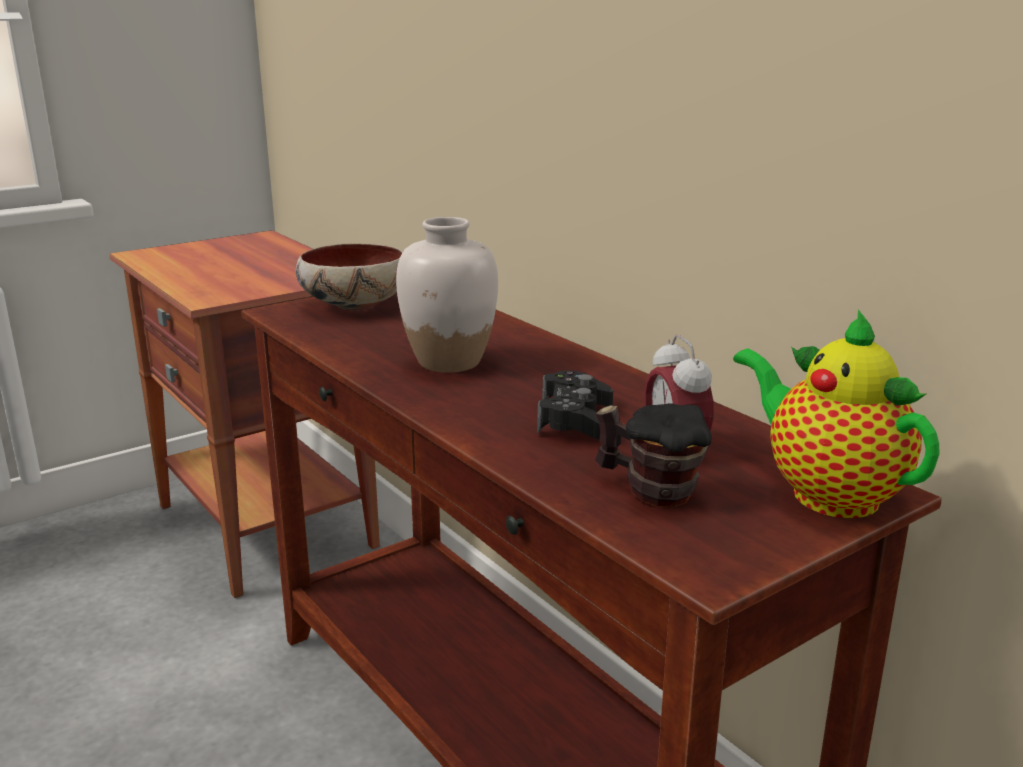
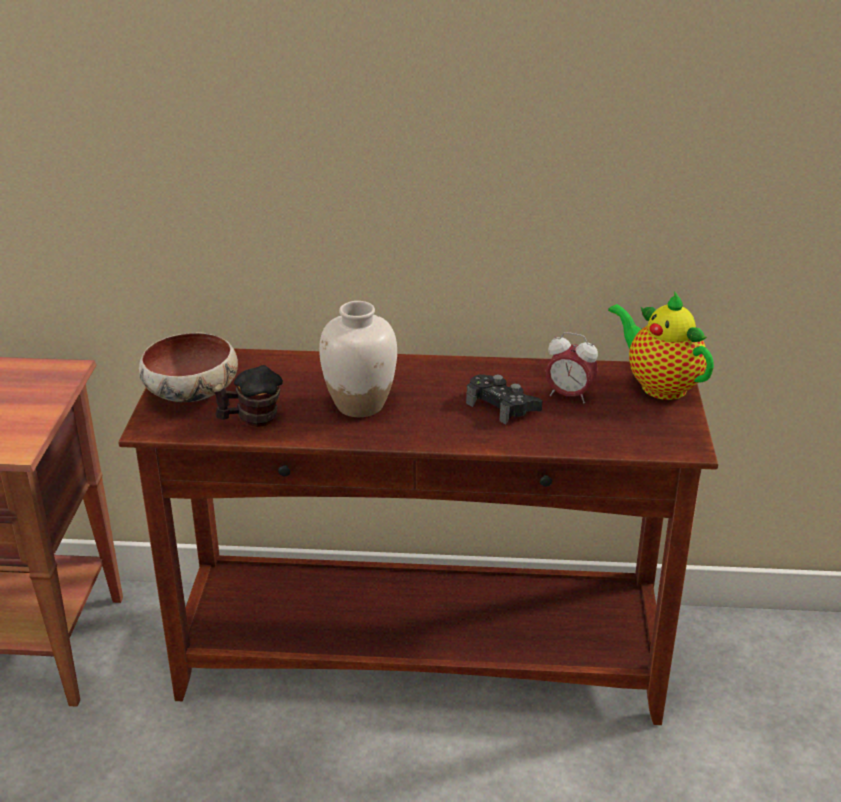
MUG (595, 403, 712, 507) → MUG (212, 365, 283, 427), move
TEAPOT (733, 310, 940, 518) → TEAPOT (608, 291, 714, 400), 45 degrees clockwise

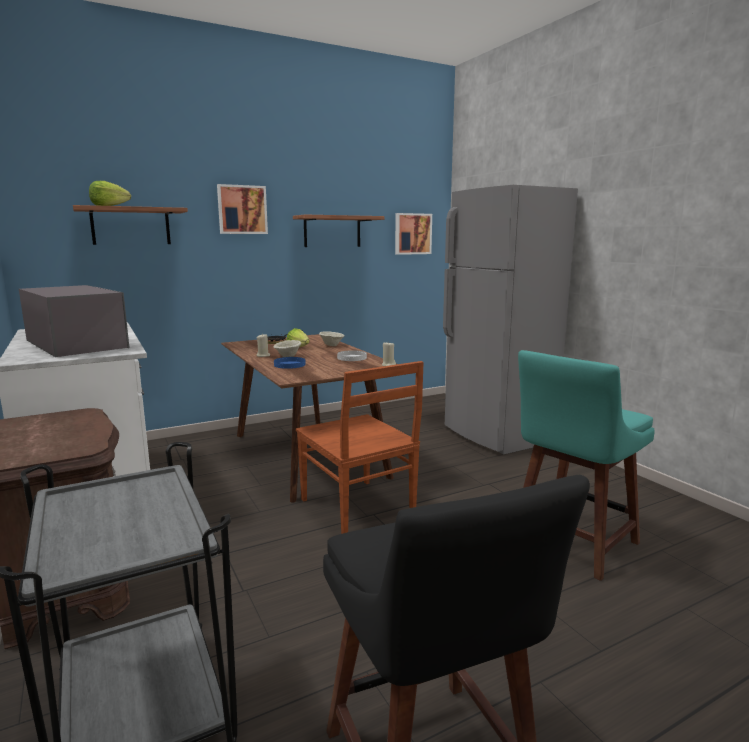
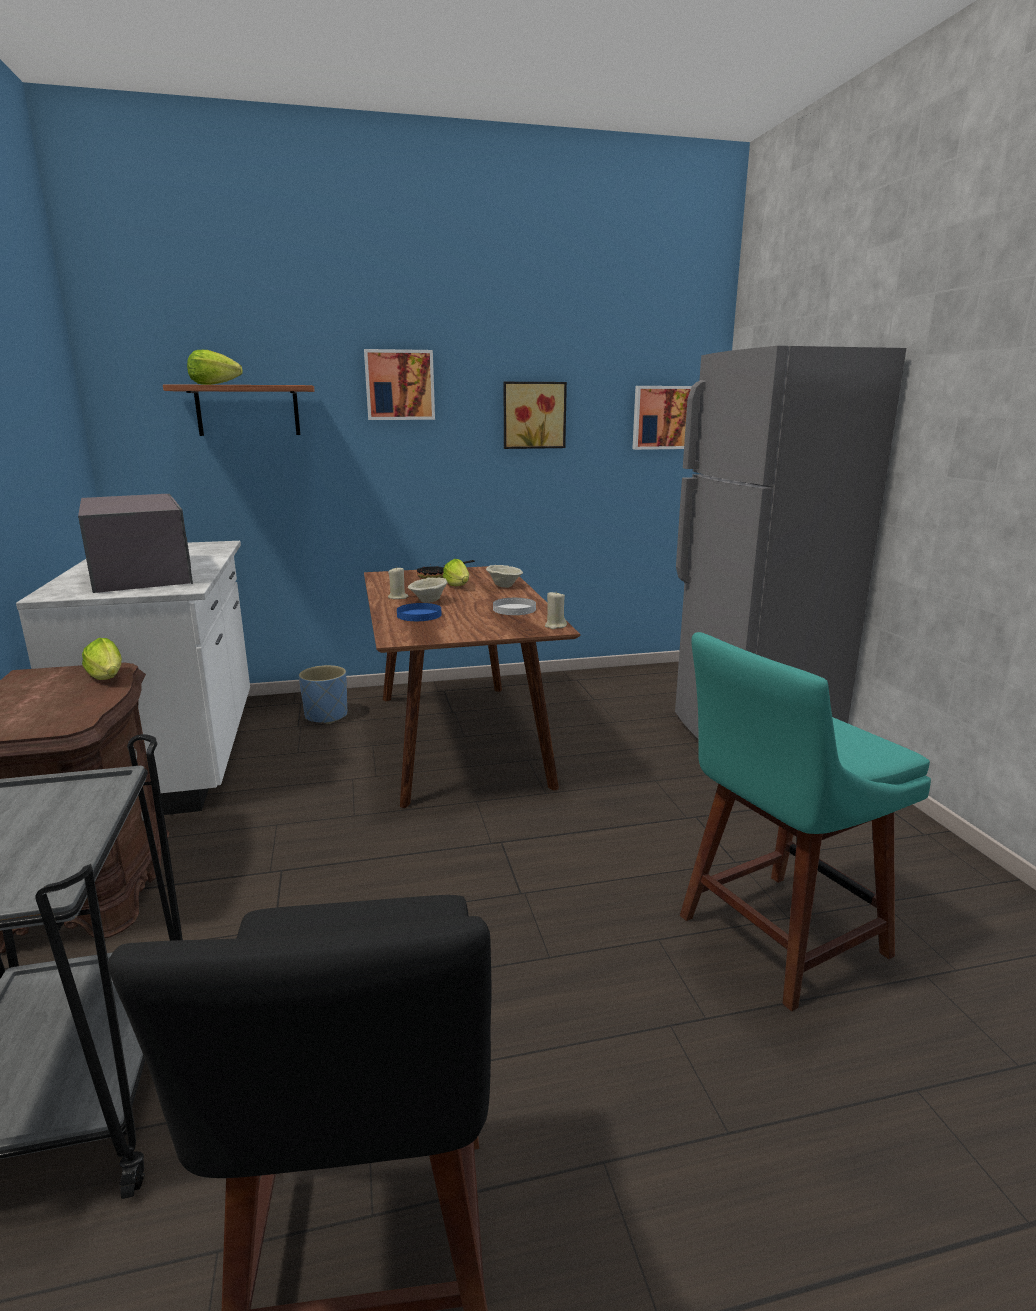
SHELF (293, 214, 384, 247) → PICTURE (503, 382, 567, 449)
BROWN CHAIR (296, 361, 424, 534) → -
- → LETTUCE (82, 638, 122, 680)
- → BLUE PLANTER (299, 665, 347, 724)

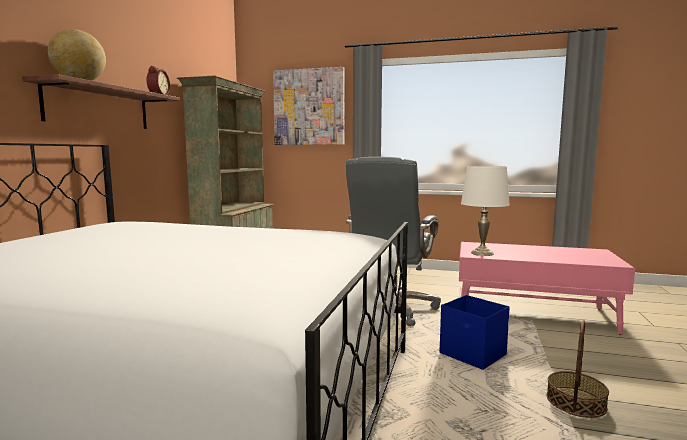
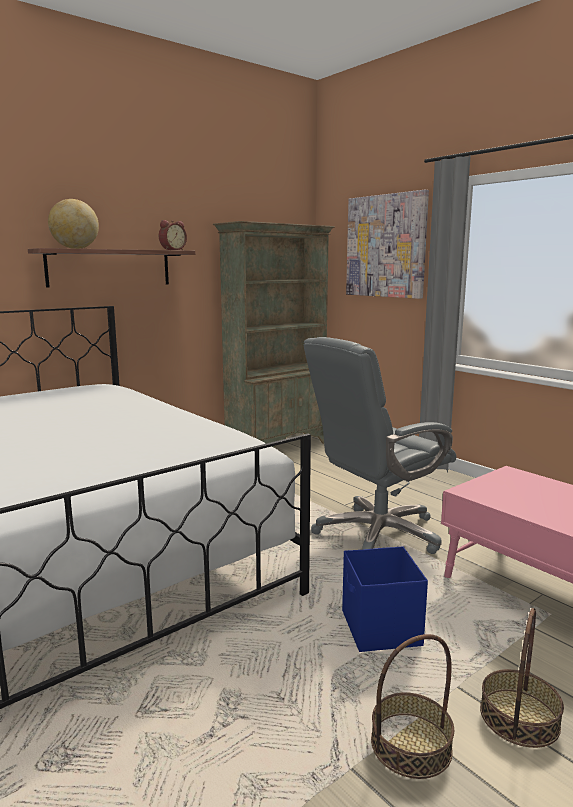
WHITE TABLE LAMP (461, 166, 510, 256) → -
- → BASKET (480, 608, 564, 748)

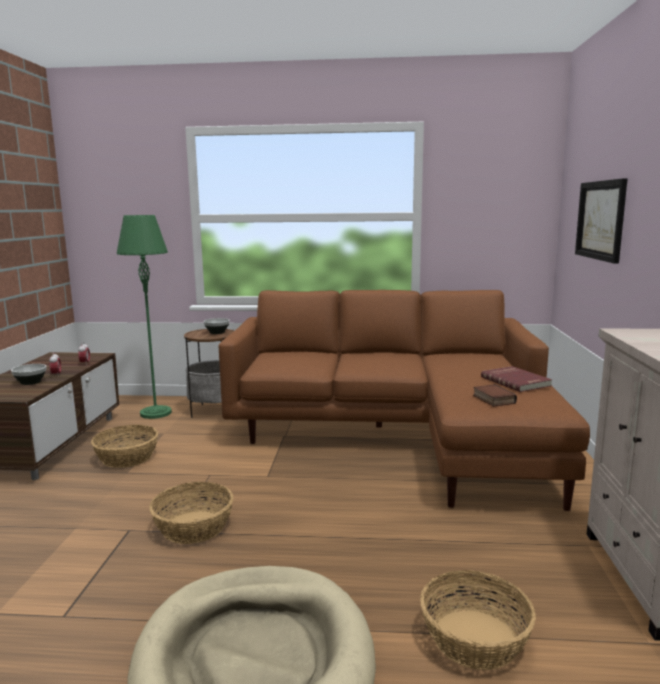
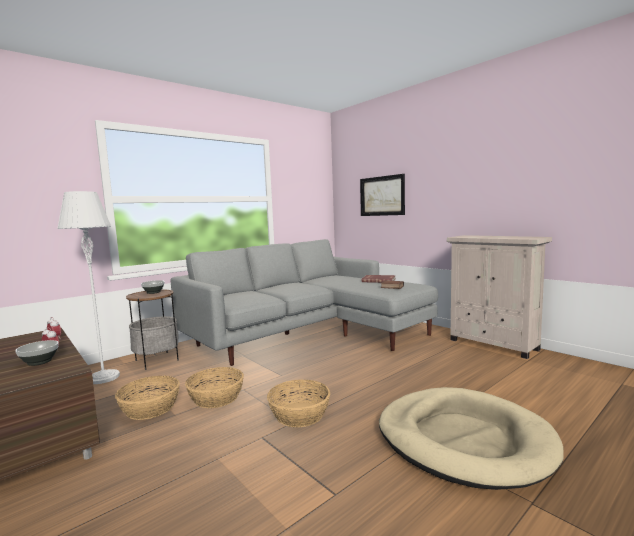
GREEN FLOOR LAMP (117, 215, 172, 419) → GREY FLOOR LAMP (58, 191, 120, 384)
BROWN SOFA (219, 290, 590, 511) → GREY SOFA (170, 239, 438, 366)
BASKET (420, 570, 536, 670) → BASKET (185, 367, 244, 408), move

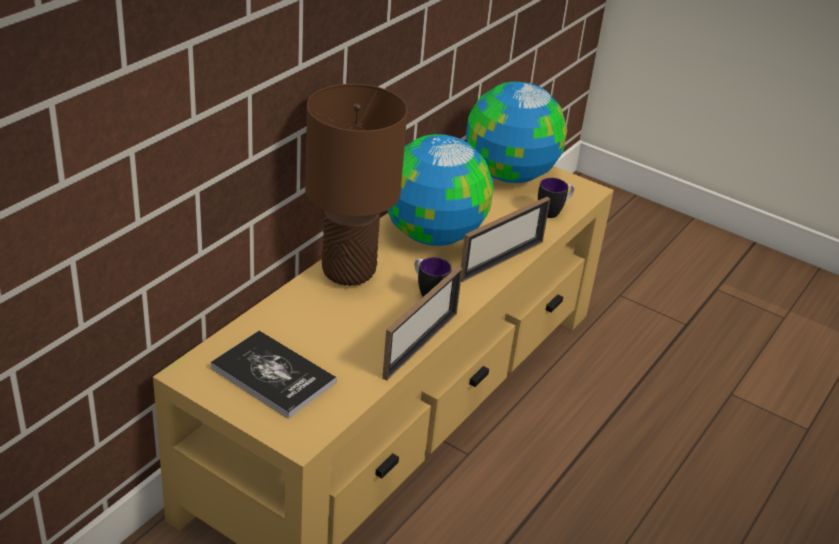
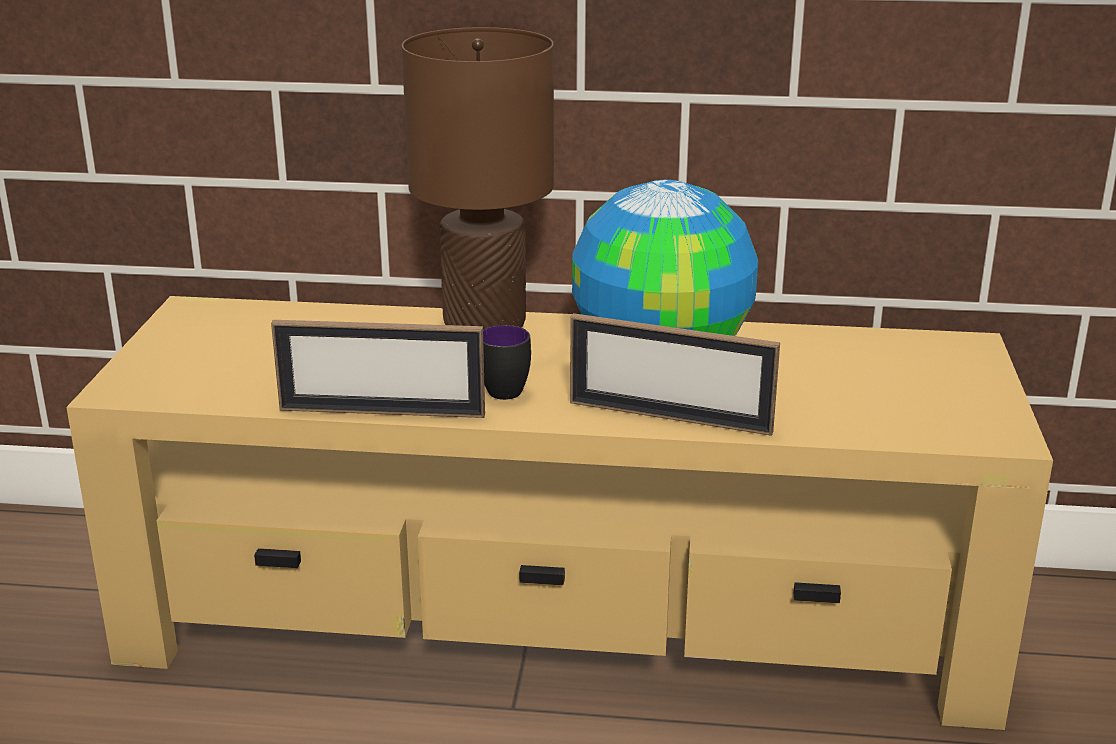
BOOK (210, 331, 337, 419) → -
GLOBE (466, 82, 567, 183) → -
MUG (538, 178, 574, 218) → -

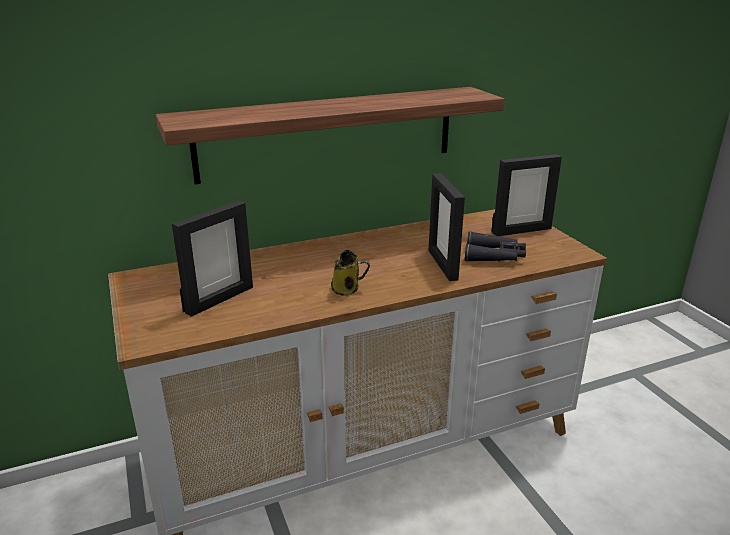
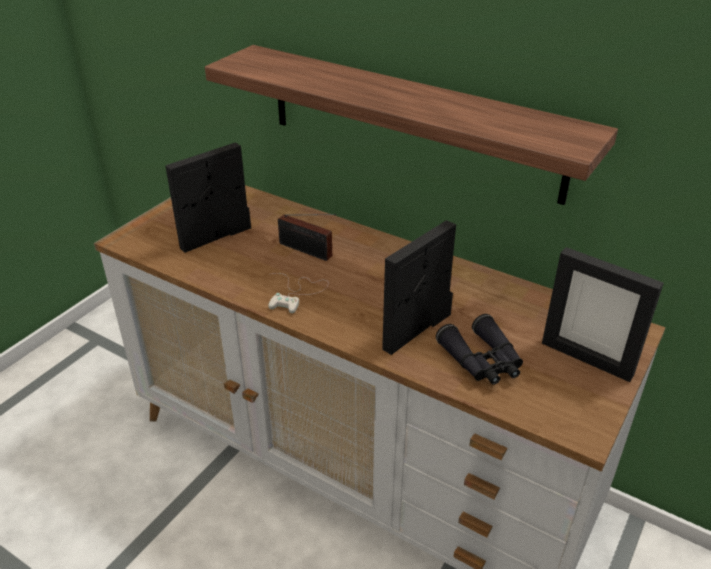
PICTURE FRAME (172, 201, 253, 317) → PICTURE FRAME (165, 142, 251, 253), 135 degrees clockwise
MUG (331, 250, 370, 295) → WHITE GAME CONTROLLER (268, 273, 329, 313)
- → RADIO (278, 214, 336, 261)

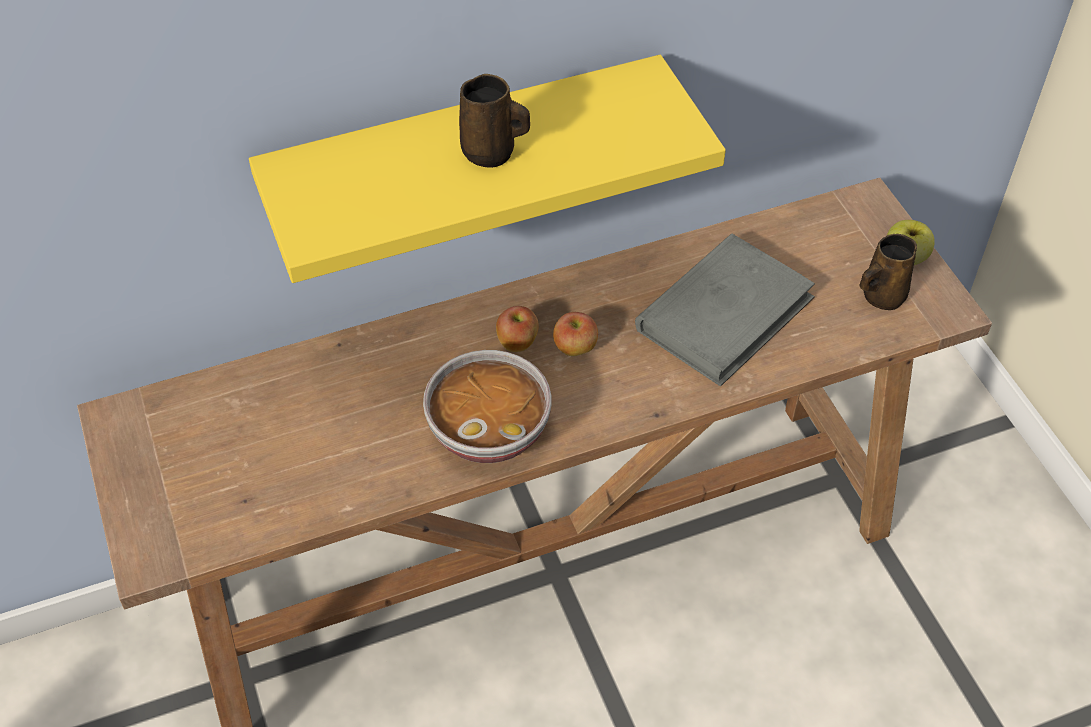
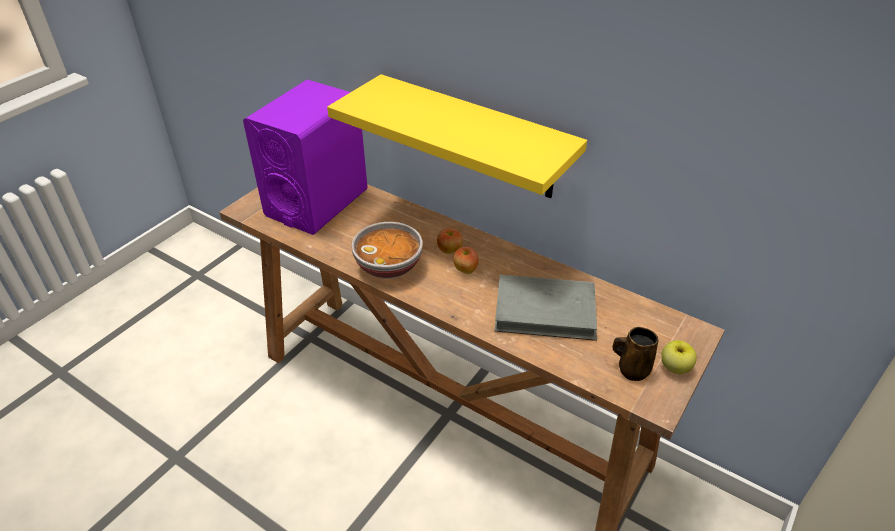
BROWN MUG (459, 74, 530, 168) → -
- → PURPLE SPEAKER (243, 80, 368, 235)

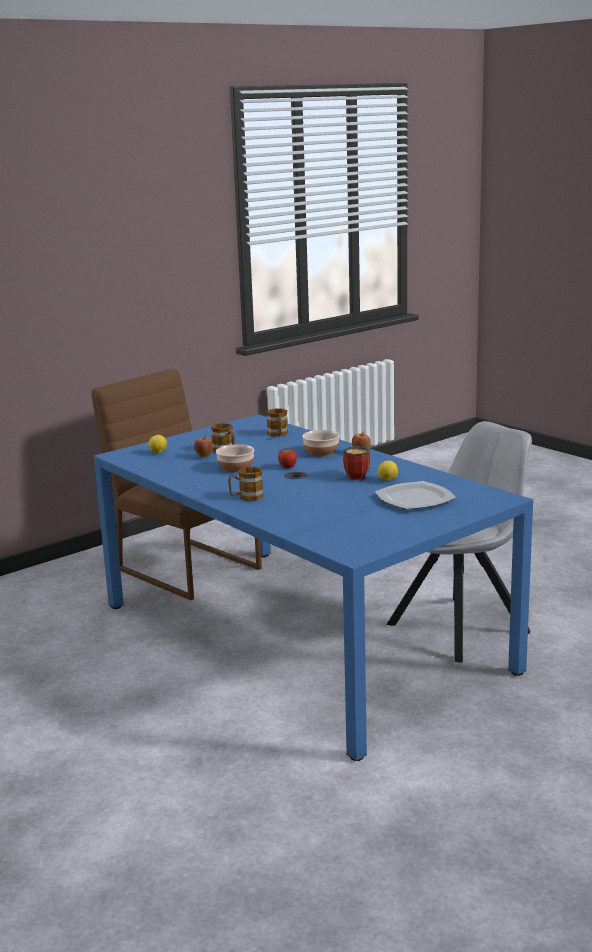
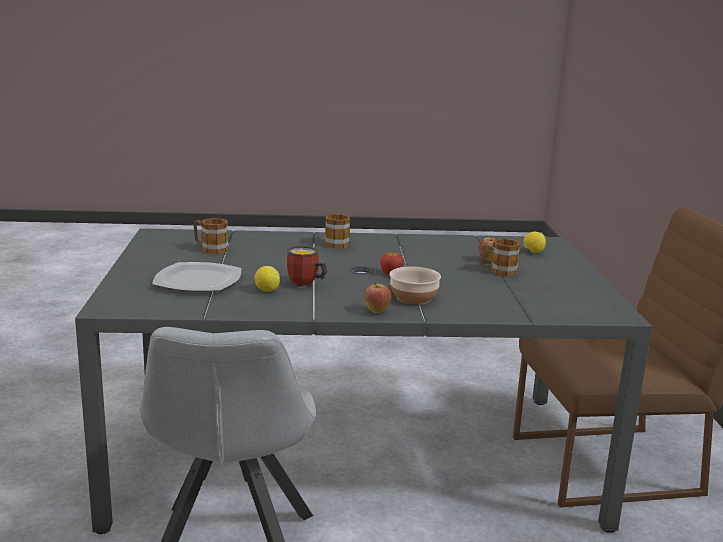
BLUE DINING TABLE (94, 414, 533, 761) → GREY DINING TABLE (75, 228, 652, 534)
BOWL (216, 444, 254, 472) → -
MUG (266, 408, 288, 437) → MUG (193, 218, 229, 254), move

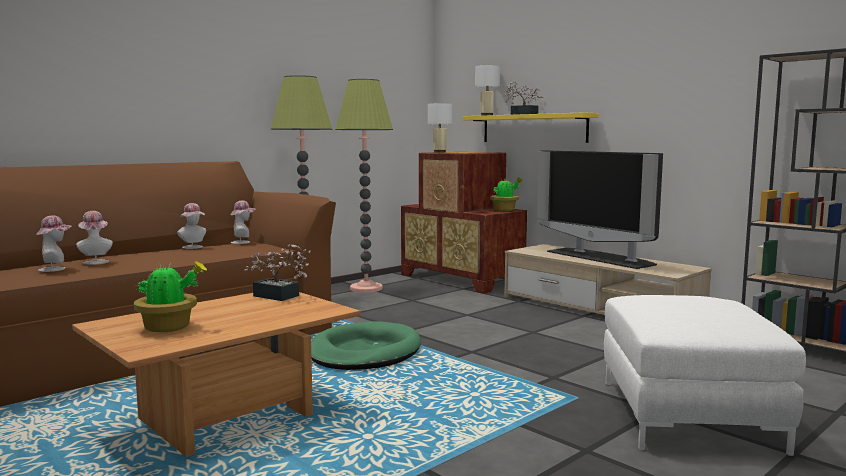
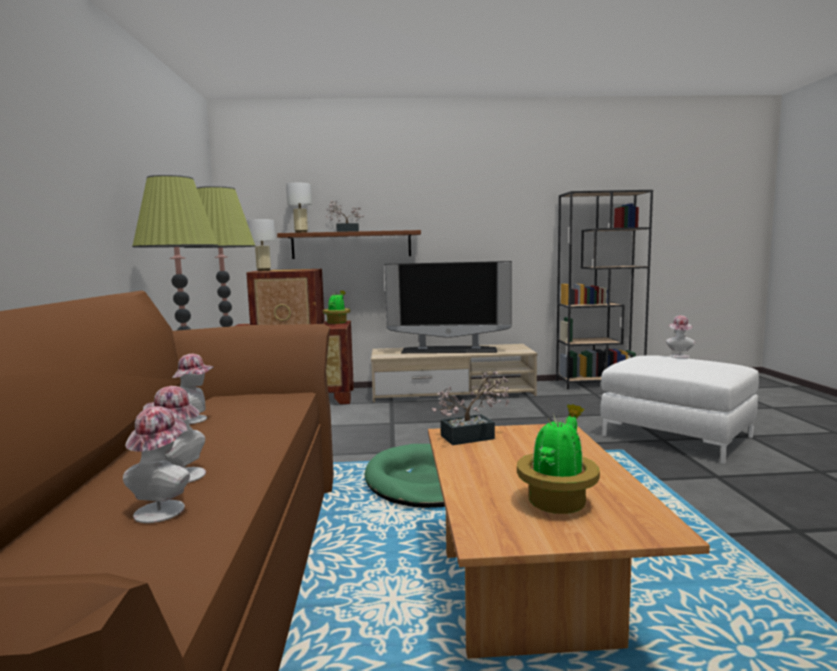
HAT (230, 200, 255, 244) → HAT (666, 315, 695, 358), move
YELLOW SHELF (463, 112, 599, 143) → BROWN SHELF (277, 230, 421, 259)

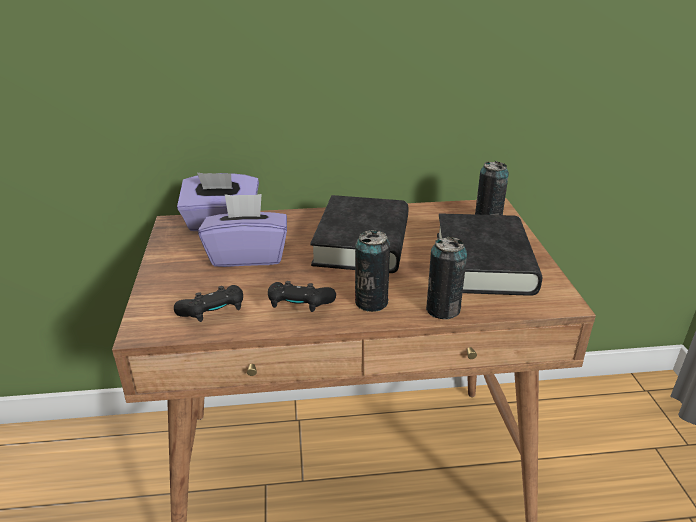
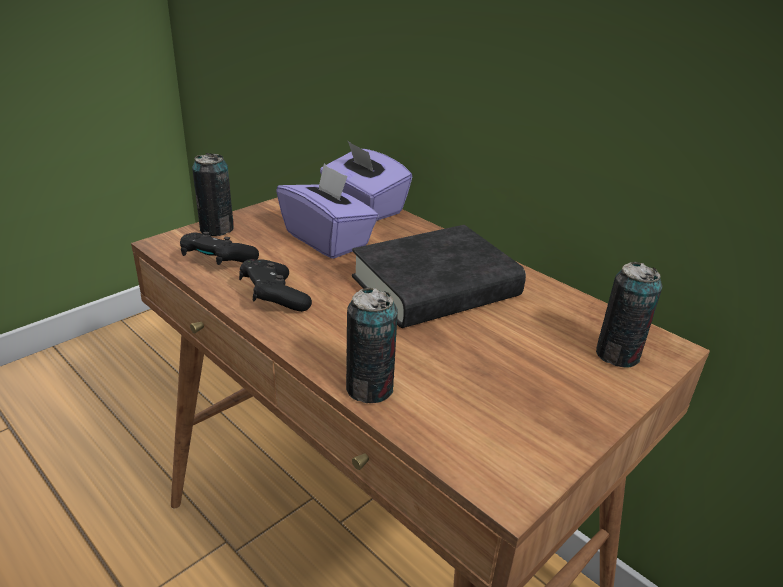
CAN (355, 230, 391, 312) → CAN (192, 153, 234, 236), move
BLACK BOOK (437, 213, 542, 296) → -

